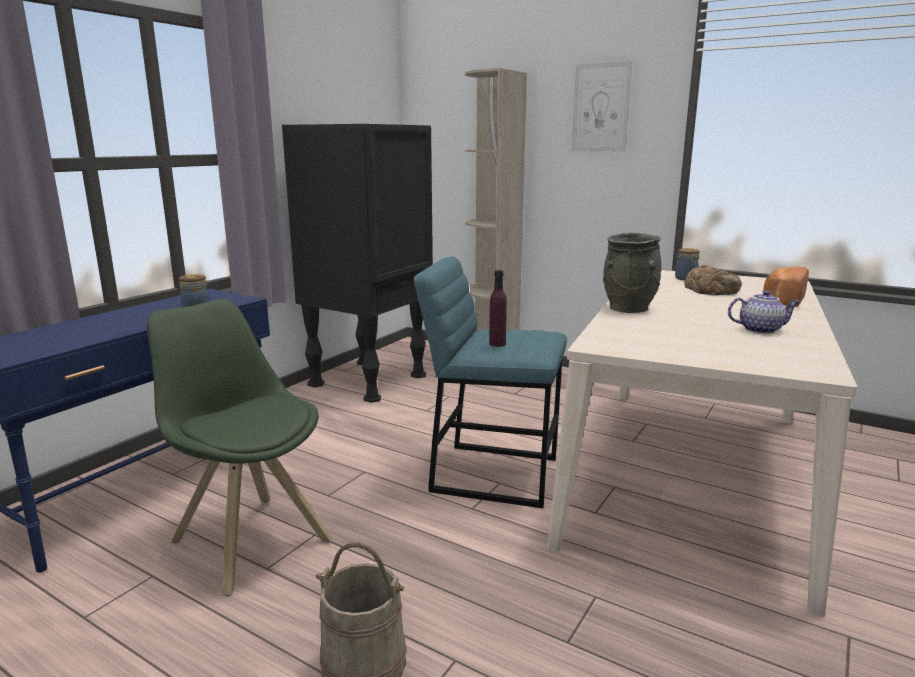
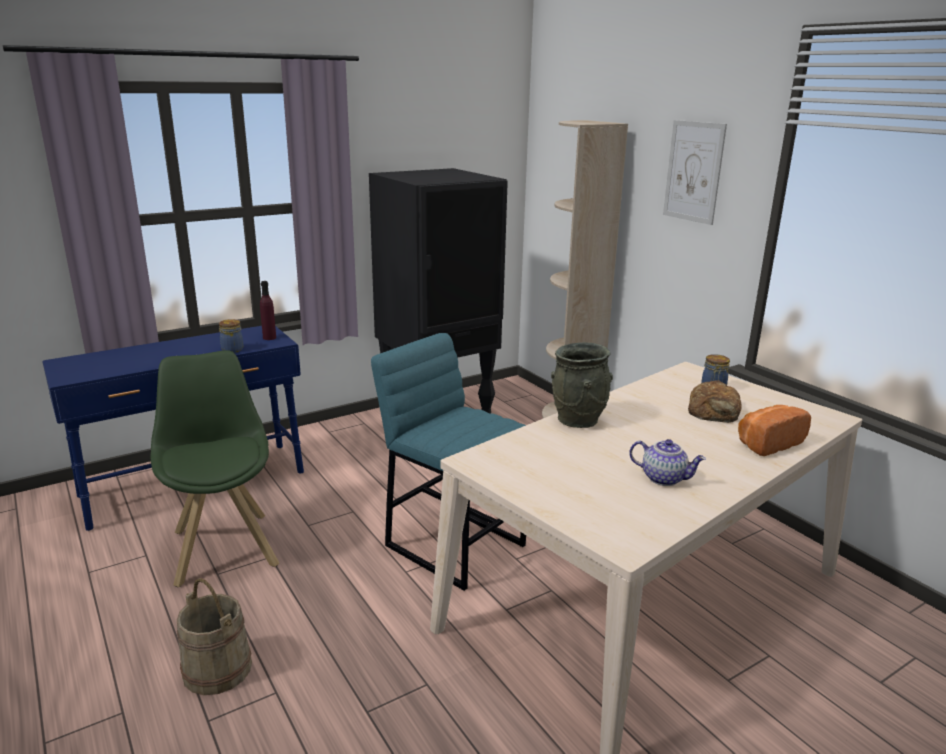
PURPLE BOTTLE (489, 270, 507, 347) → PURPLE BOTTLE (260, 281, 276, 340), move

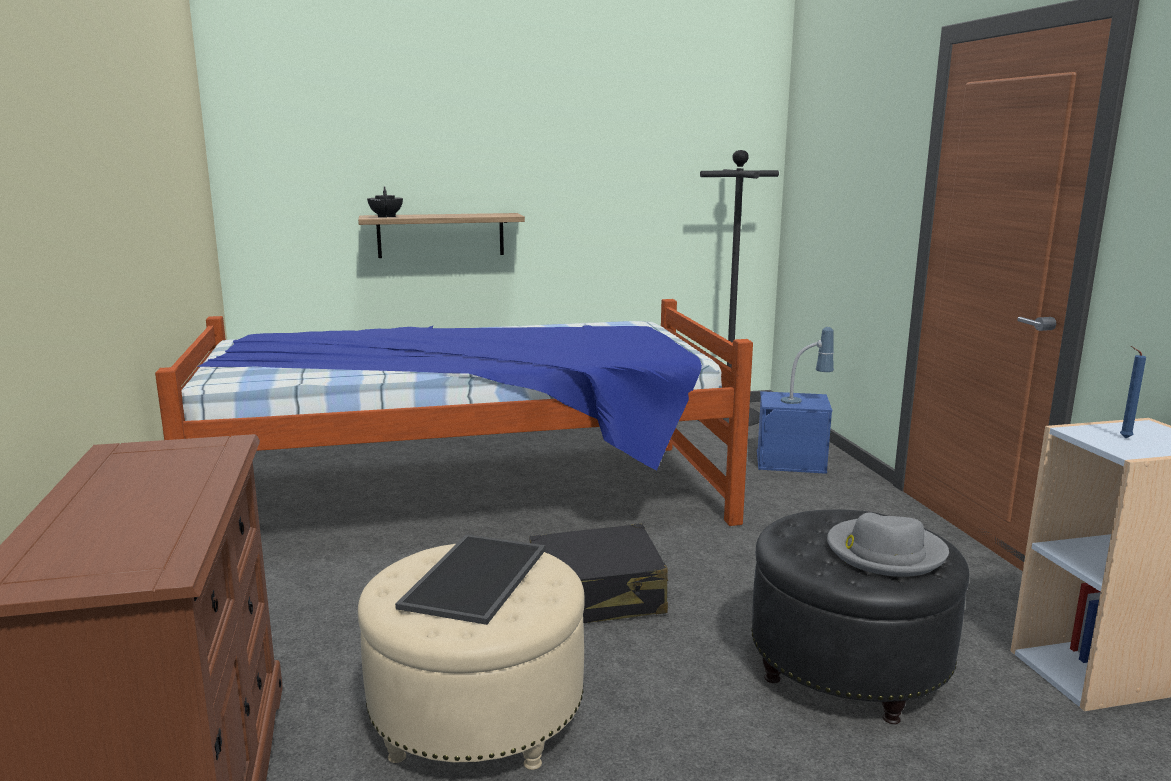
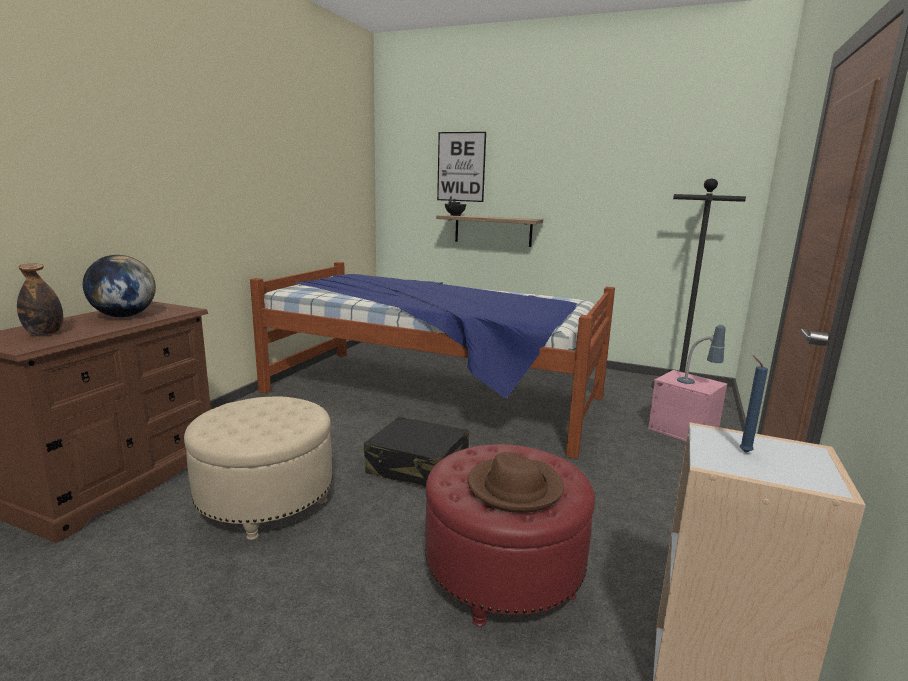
TRAY (395, 534, 546, 625) → -
BLACK OTTOMAN (751, 509, 969, 724) → RED OTTOMAN (425, 444, 595, 627)
BLUE STORAGE BOX (757, 391, 832, 474) → PINK STORAGE BOX (648, 370, 727, 442)
GREY HAT (827, 513, 949, 577) → BROWN HAT (468, 452, 564, 513)
- → BOTTLE (17, 264, 63, 335)
- → GLOBE (83, 255, 156, 317)
- → PICTURE (437, 132, 486, 202)

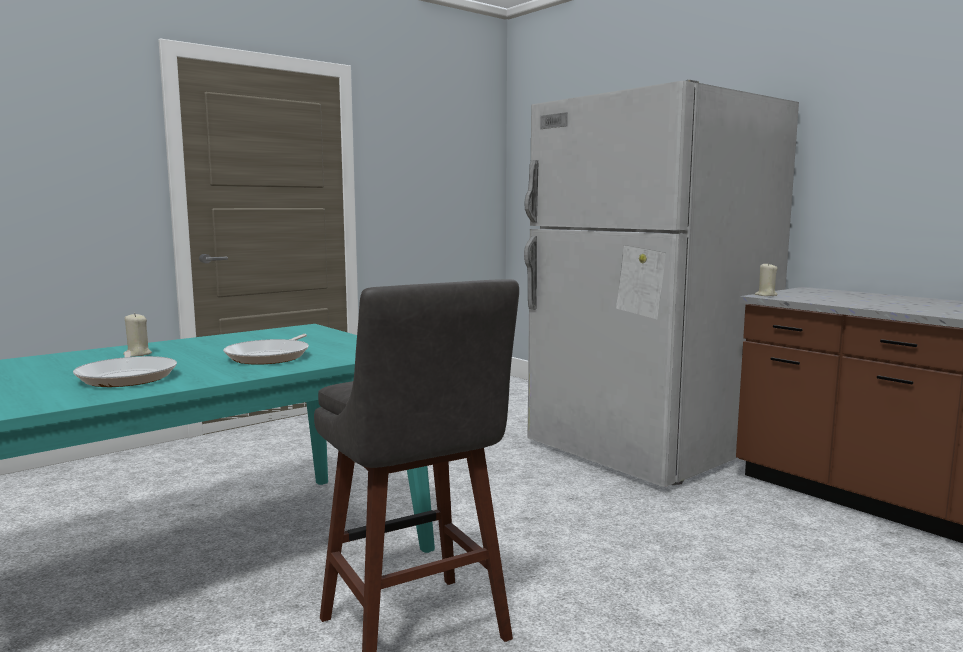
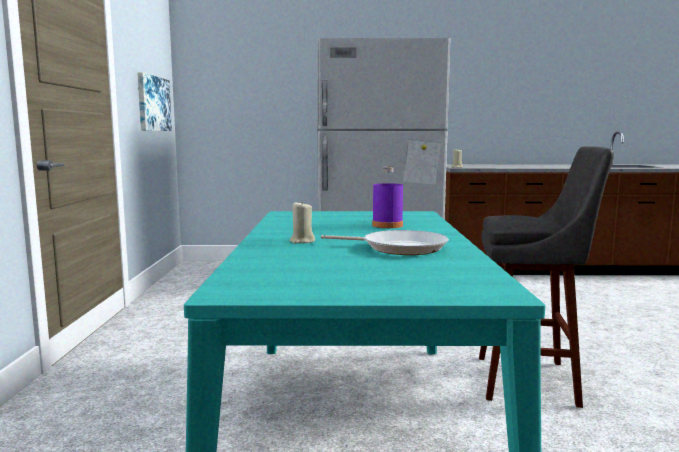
FRYING PAN (223, 334, 309, 365) → PURPLE BOTTLE (372, 167, 403, 228)
- → PICTURE (137, 72, 172, 131)

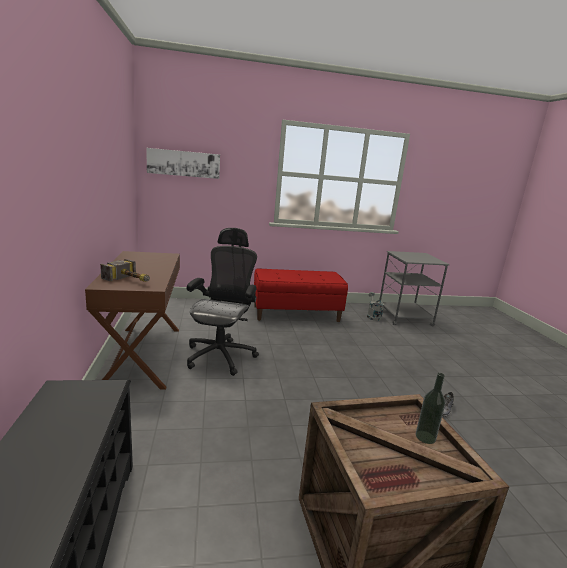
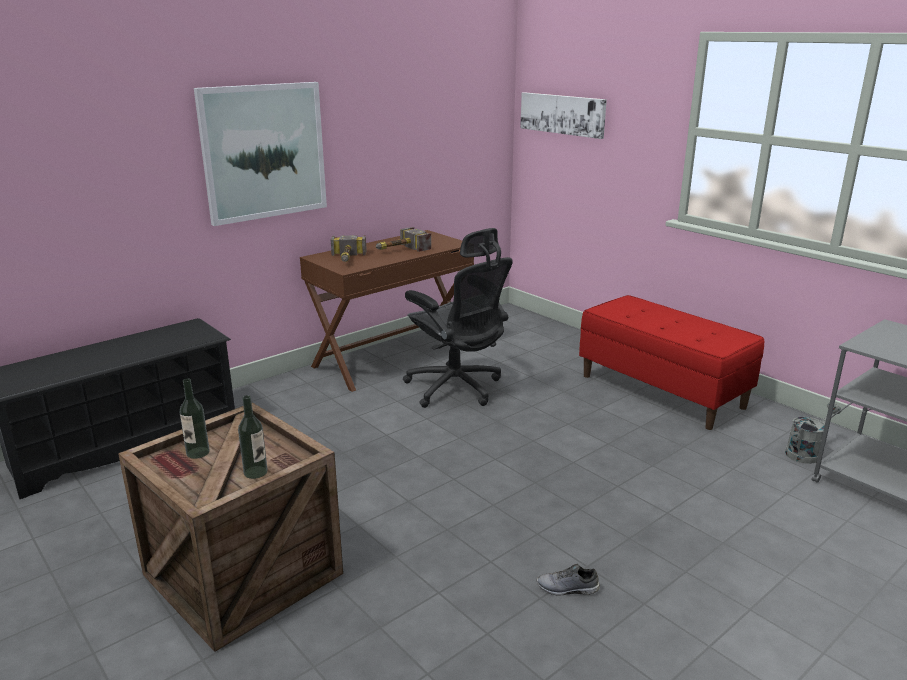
OFFICE CHAIR (187, 228, 259, 376) → OFFICE CHAIR (403, 228, 513, 408), 75 degrees clockwise
- → BOTTLE (179, 378, 210, 459)
- → PICTURE (194, 82, 327, 226)
- → HAMMER (376, 227, 431, 252)

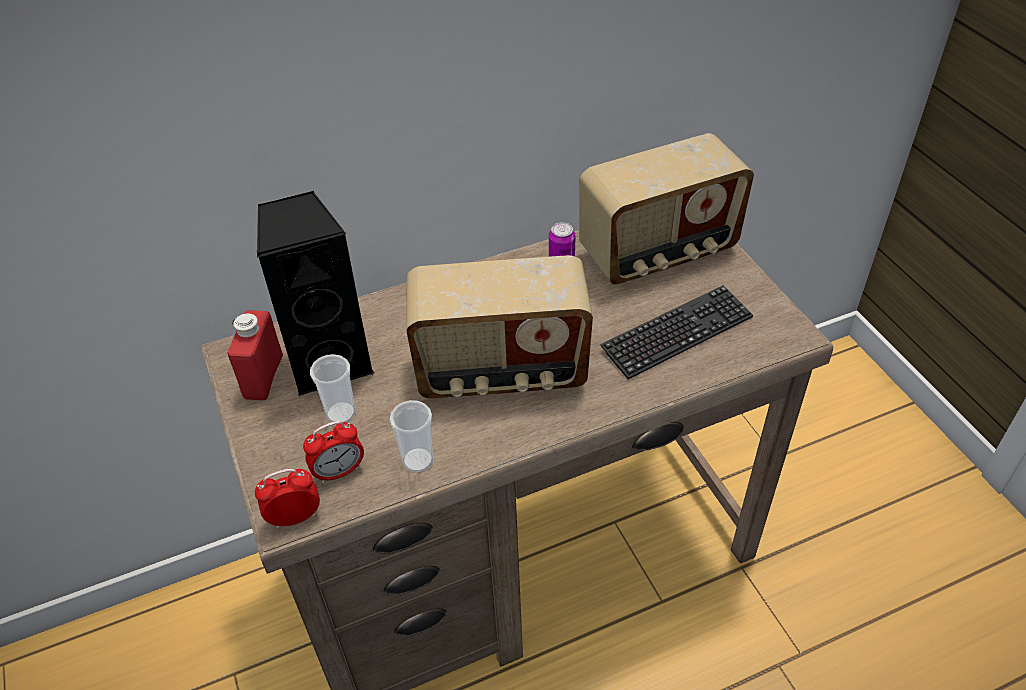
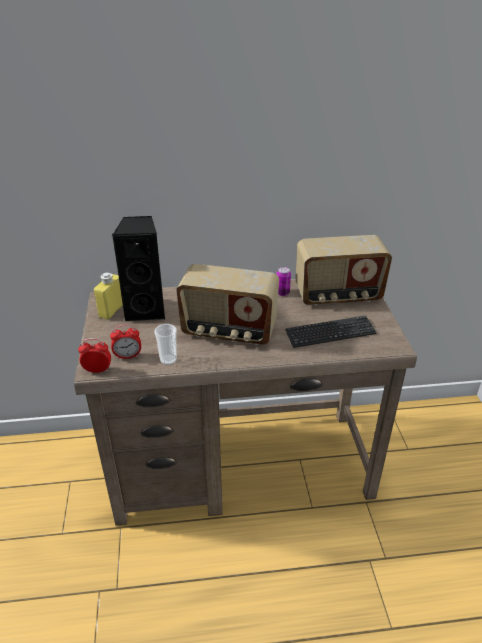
RED BOTTLE (227, 310, 283, 400) → YELLOW BOTTLE (94, 273, 123, 320)
CUP (310, 354, 356, 423) → -

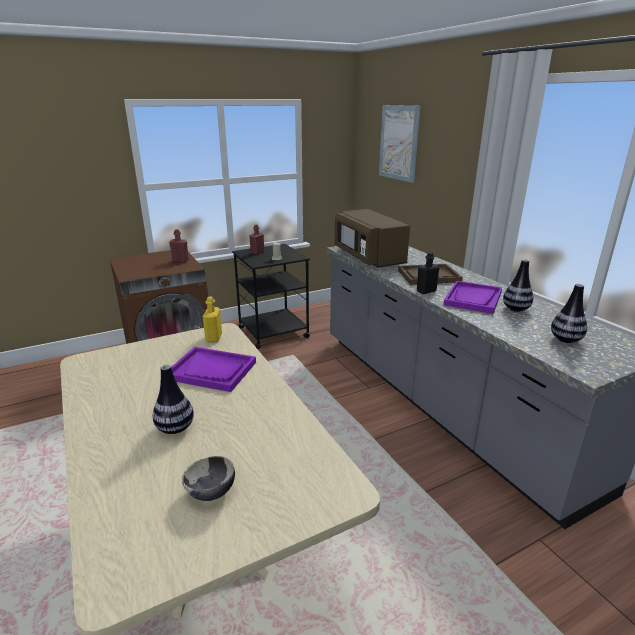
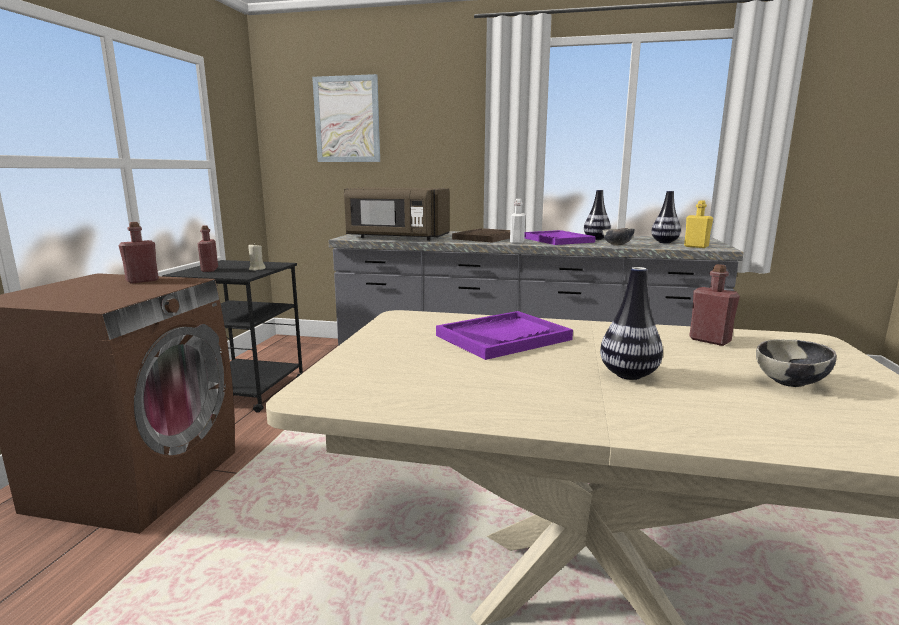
YELLOW BOTTLE (203, 296, 222, 342) → YELLOW BOTTLE (684, 200, 713, 248), move
BLACK BOTTLE (417, 252, 439, 294) → WHITE BOTTLE (510, 199, 525, 244)
- → BOWL (602, 228, 635, 245)
- → RED BOTTLE (689, 264, 740, 346)

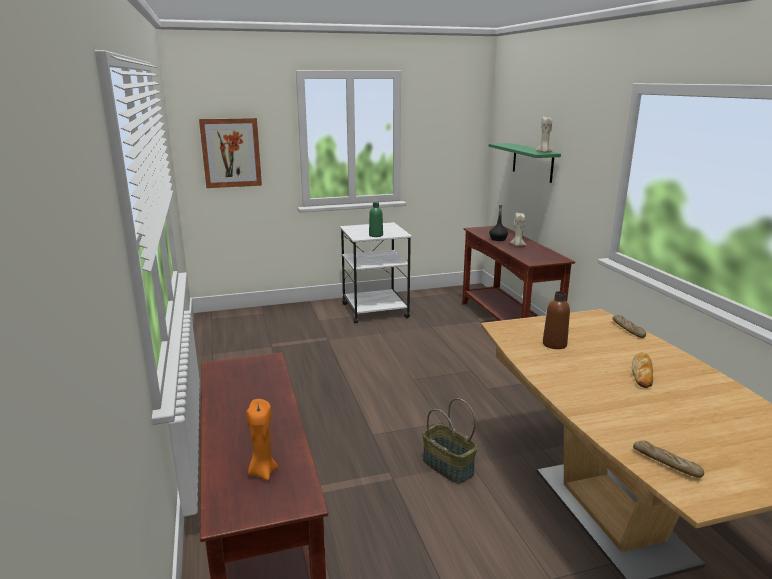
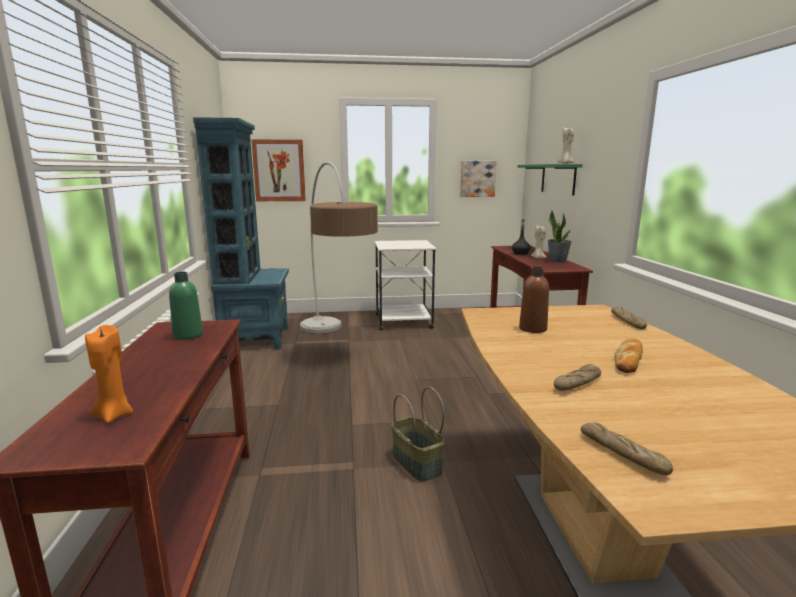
GREEN BOTTLE (369, 202, 383, 237) → GREEN BOTTLE (169, 272, 203, 340), move
- → BLUE CABINET (193, 117, 289, 350)
- → FLOOR LAMP (300, 162, 378, 334)
- → PICTURE (460, 161, 497, 197)
- → POTTED PLANT (548, 210, 572, 263)
- → BREAD (554, 364, 601, 391)

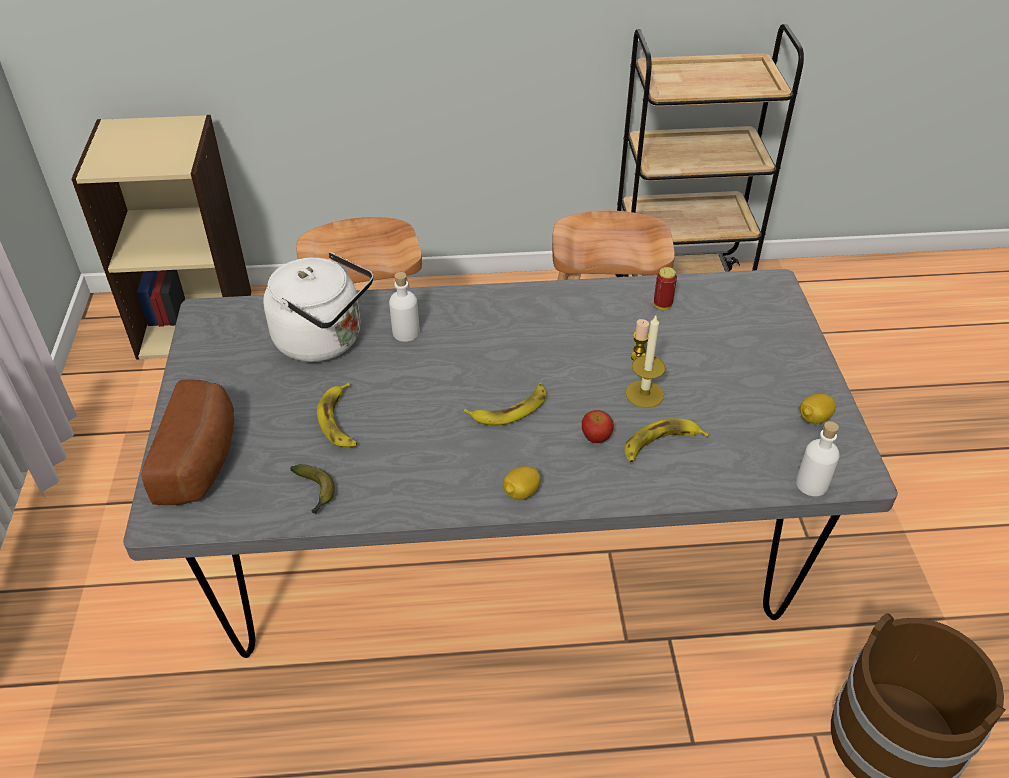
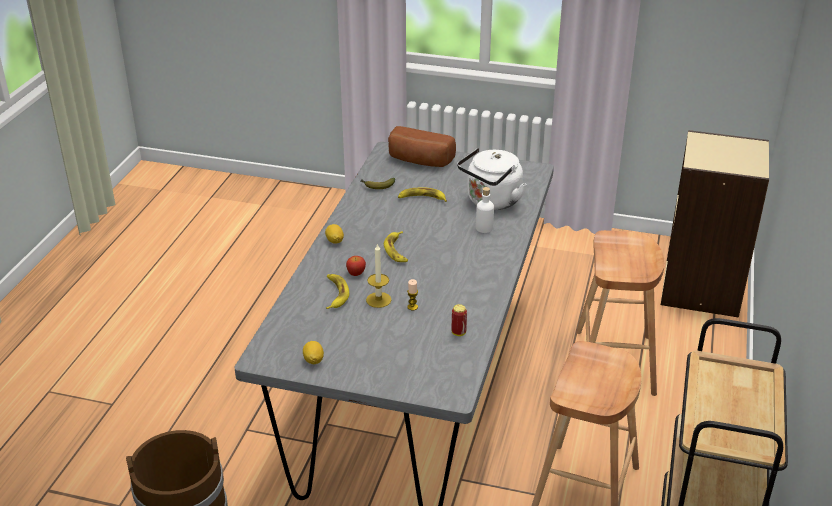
WHITE BOTTLE (796, 421, 840, 497) → -

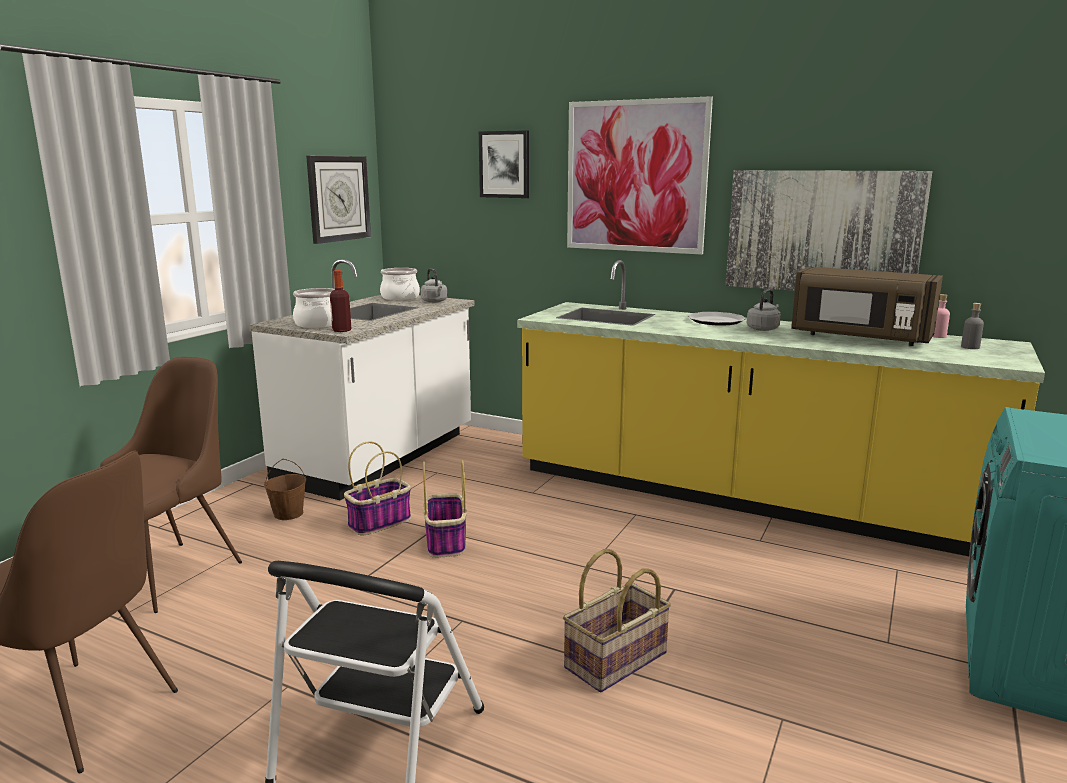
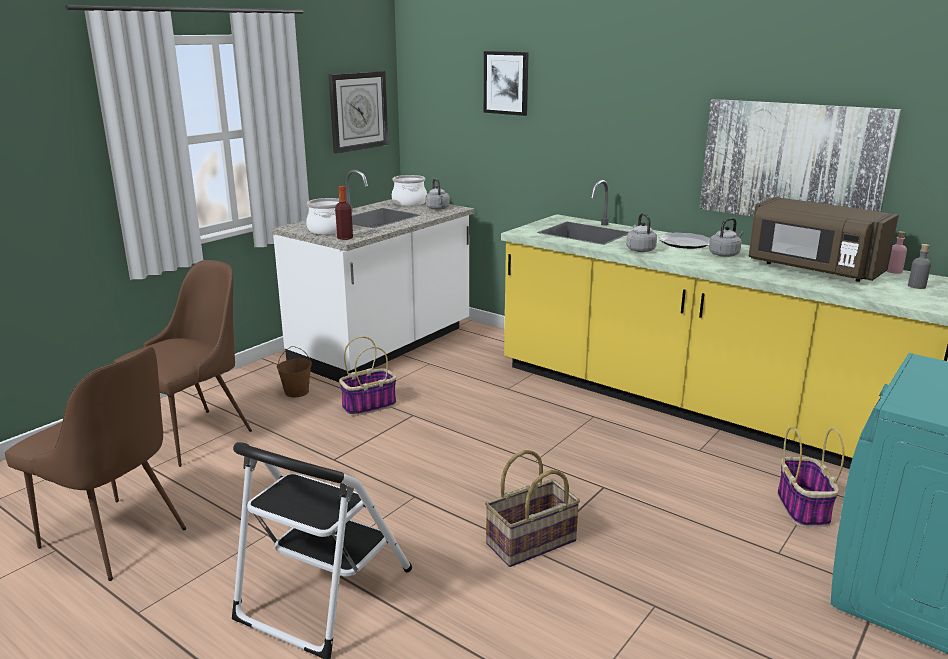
BASKET (423, 460, 467, 558) → BASKET (777, 427, 844, 527), move
PICTURE (567, 96, 713, 255) → -
- → GREY KETTLE (626, 213, 657, 252)

